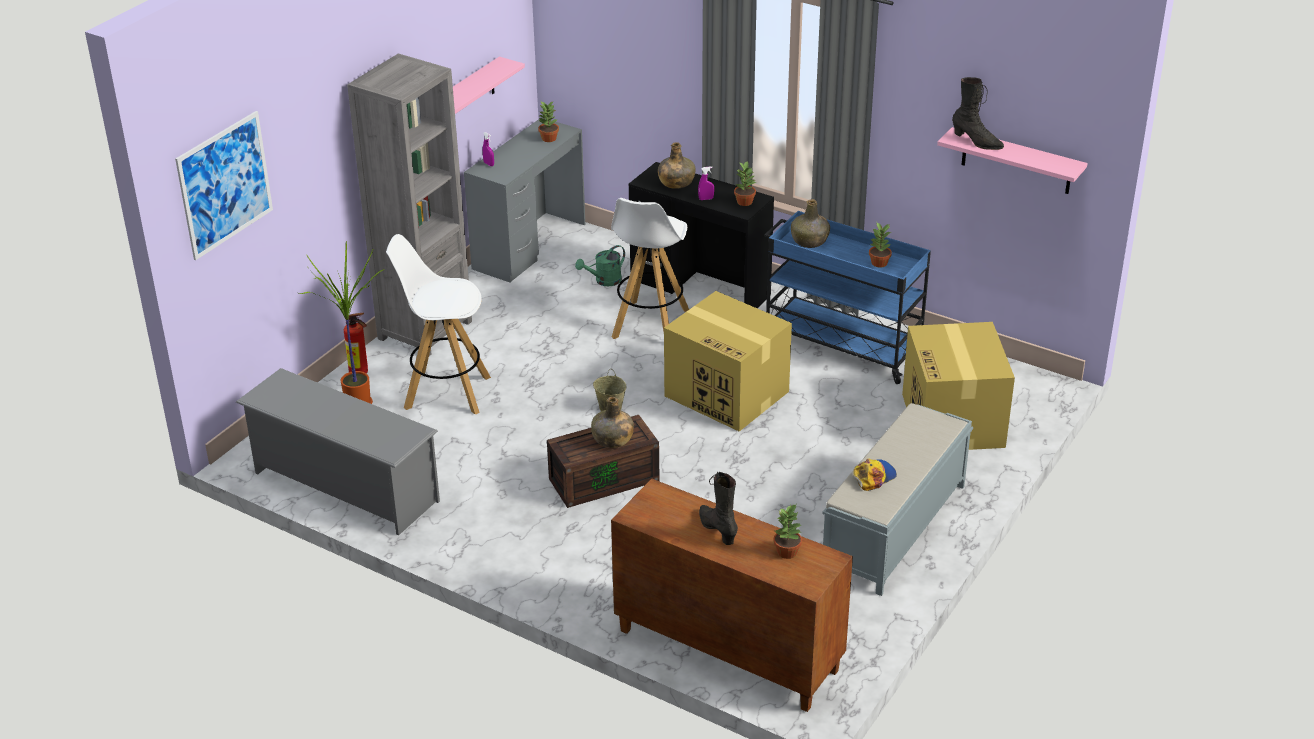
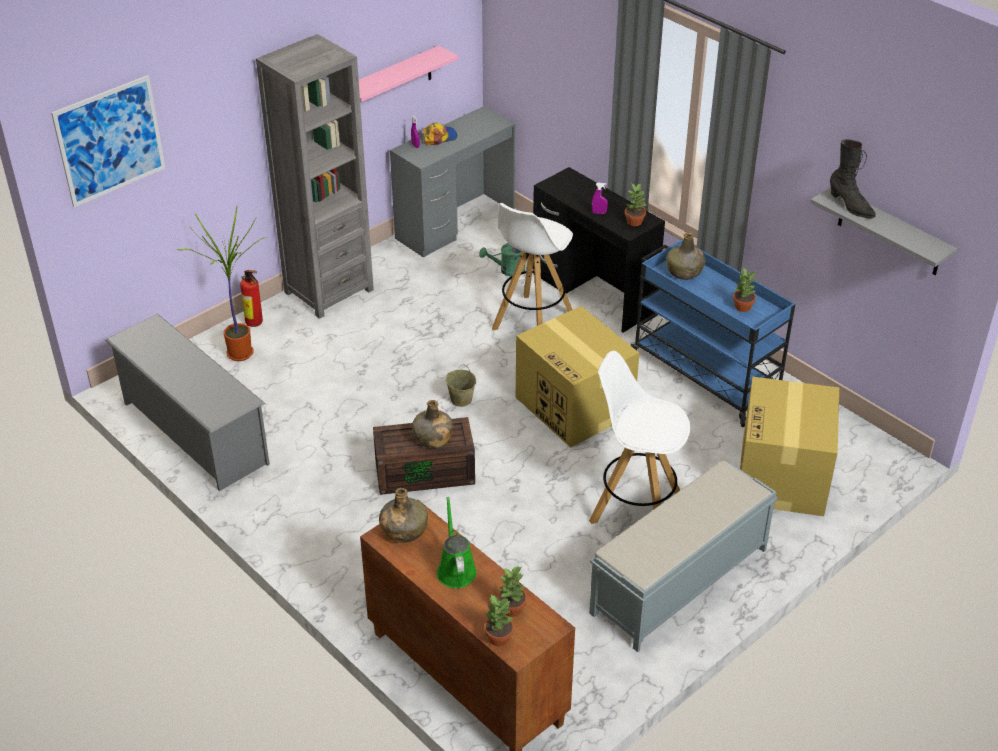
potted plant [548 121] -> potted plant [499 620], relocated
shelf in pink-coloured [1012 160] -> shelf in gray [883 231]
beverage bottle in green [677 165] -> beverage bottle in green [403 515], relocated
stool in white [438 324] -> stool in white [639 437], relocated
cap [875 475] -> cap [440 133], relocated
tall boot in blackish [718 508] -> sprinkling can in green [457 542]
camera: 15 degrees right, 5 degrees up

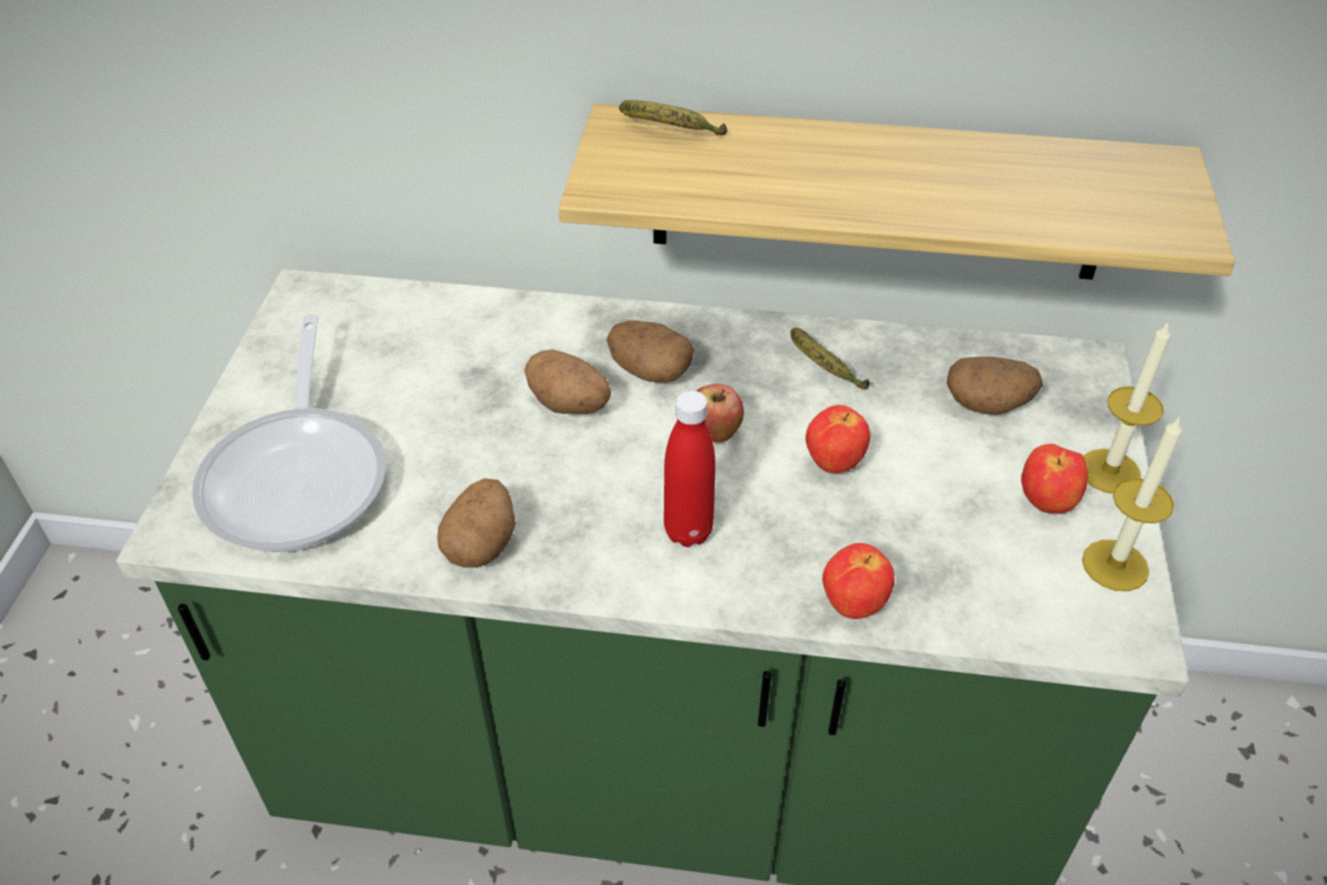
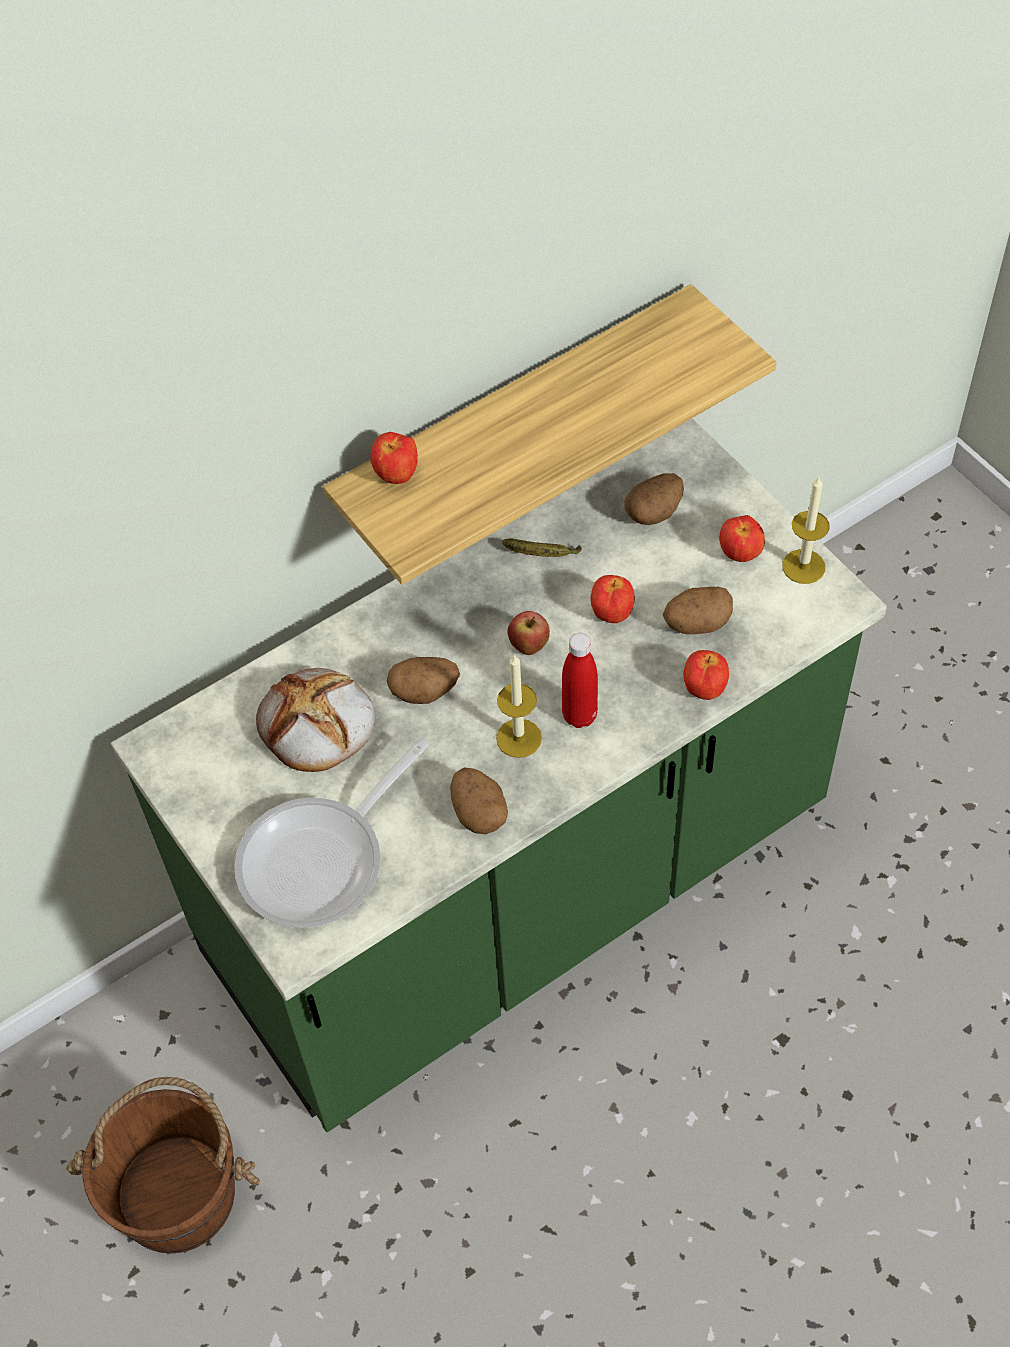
banana [673 117] -> whole apple [394 458]
skillet [289 433] -> skillet [331 833], 90 degrees clockwise
spud [650 351] -> spud [698 610], relocated
wax light [1127 407] -> wax light [519 706], relocated
none -> bread [315 720]
none -> bucket in brown [163 1165]
camera: 40 degrees left, 10 degrees up

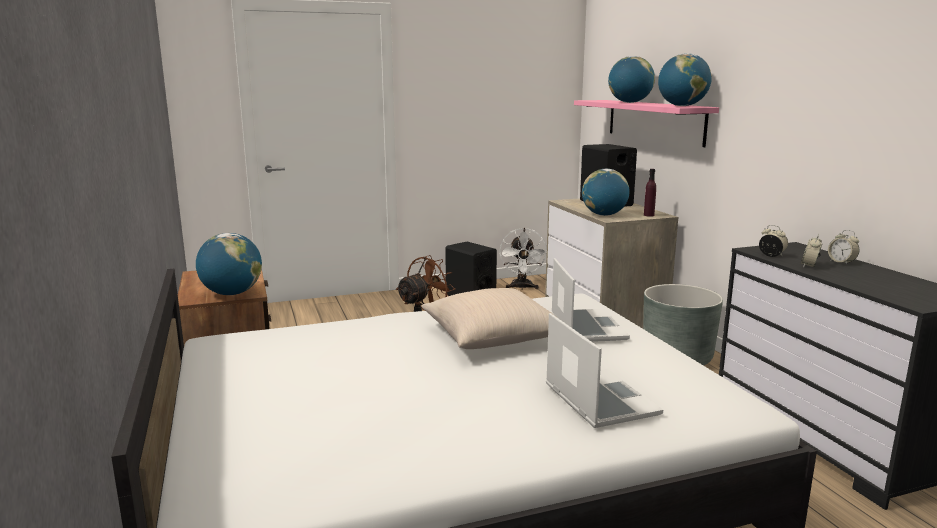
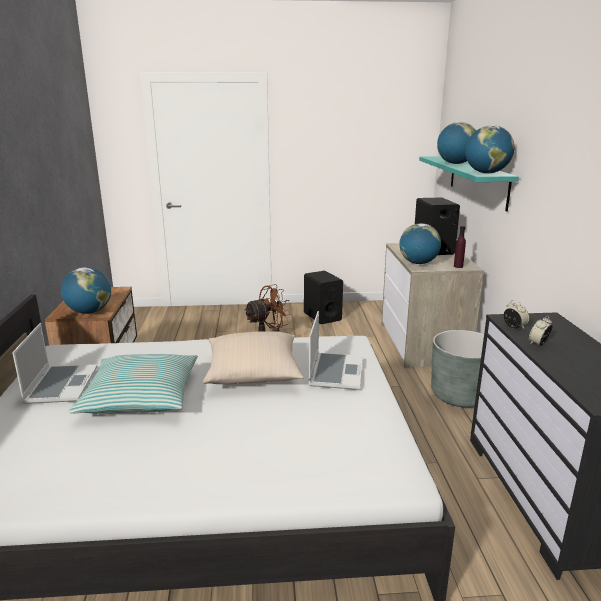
shelf in pink-coloured [646 123] -> shelf in blue-green [469 183]
cooling fan in white [523 259] -> none
table clock [843 247] -> none
notebook computer [604 370] -> notebook computer [55 363], relocated
none -> throw pillow [133 384]
camera: 15 degrees right, 5 degrees up

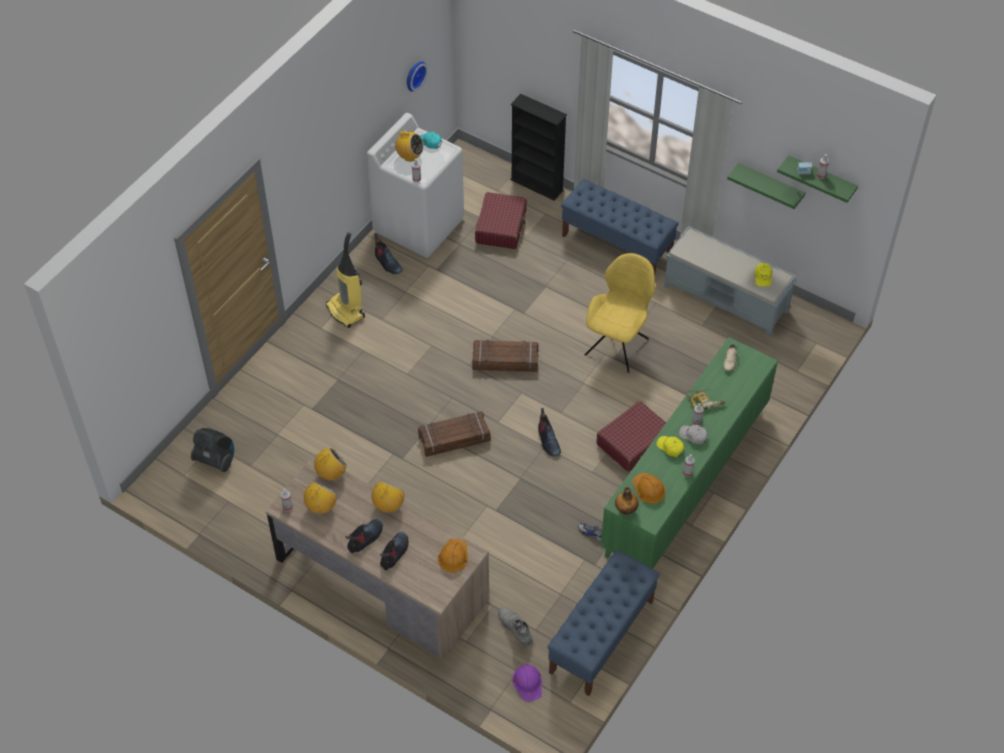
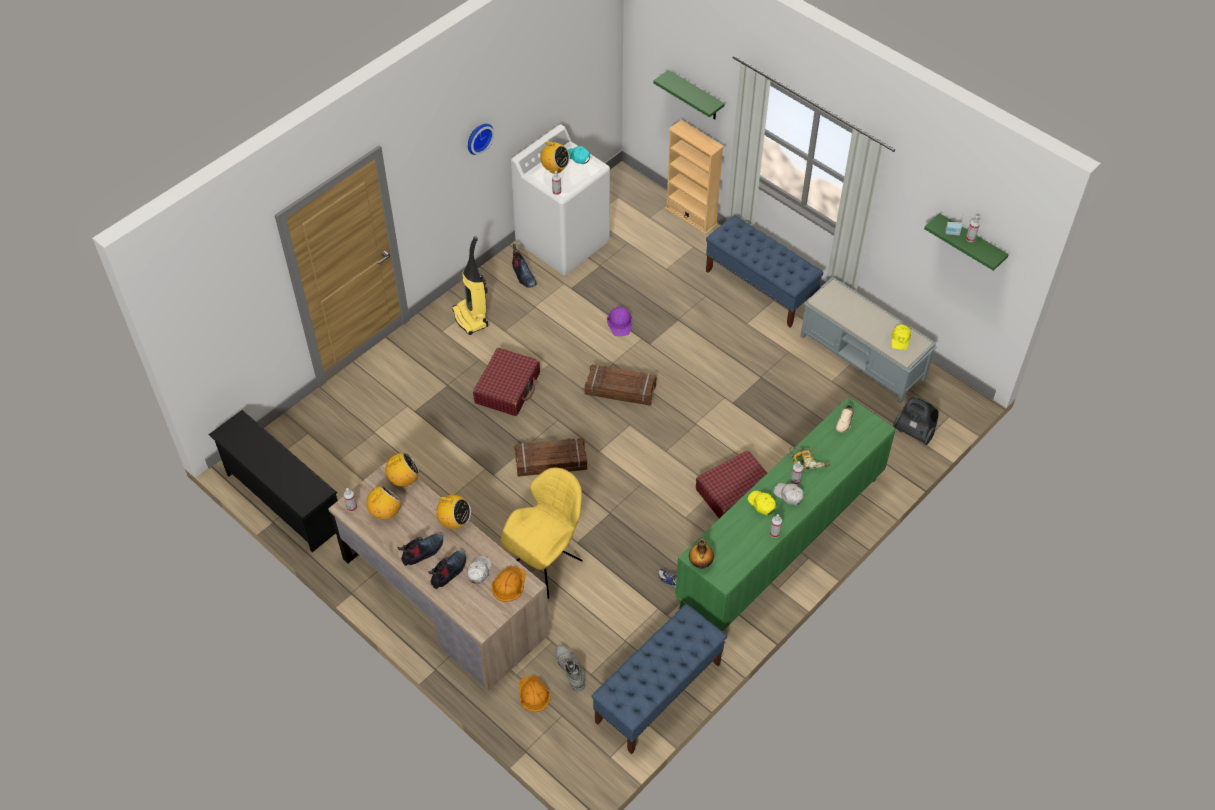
wall clock [417 76] -> wall clock [481 139], relocated
shelving unit in blackish [538 147] -> shelving unit in sand-coloured [694 177]
shelf in green [766 186] -> shelf in green [689 95], relocated
suitcase in red-coloured [501 220] -> suitcase in red-coloured [506 382], relocated
upright chair in yellowish [620 313] -> upright chair in yellowish [542 533], relocated
tall boot [549 432] -> none
hoover [212 450] -> hoover [916 421], relocated
work helmet in orange [649 488] -> work helmet in orange [535 693], relocated
radio receiver [388 497] -> radio receiver [453 512], 75 degrees clockwise
work helmet in purple [527 682] -> work helmet in purple [619 321], relocated
none -> shoe shelf in blackish [273 481]
none -> cap in white [479 570]
camera: 10 degrees right, 0 degrees up

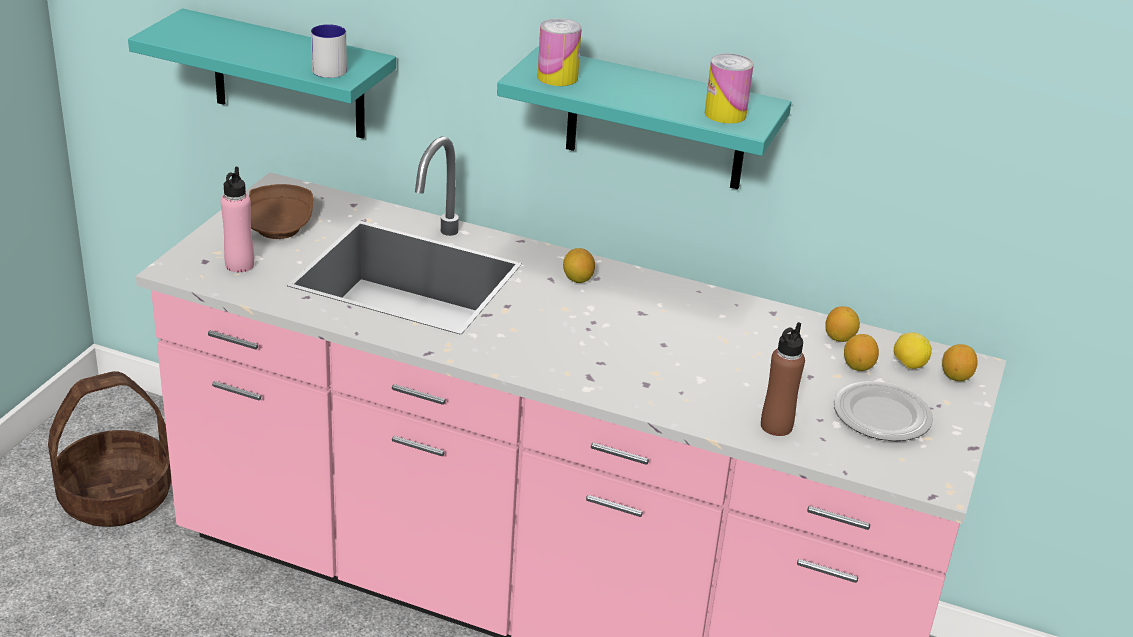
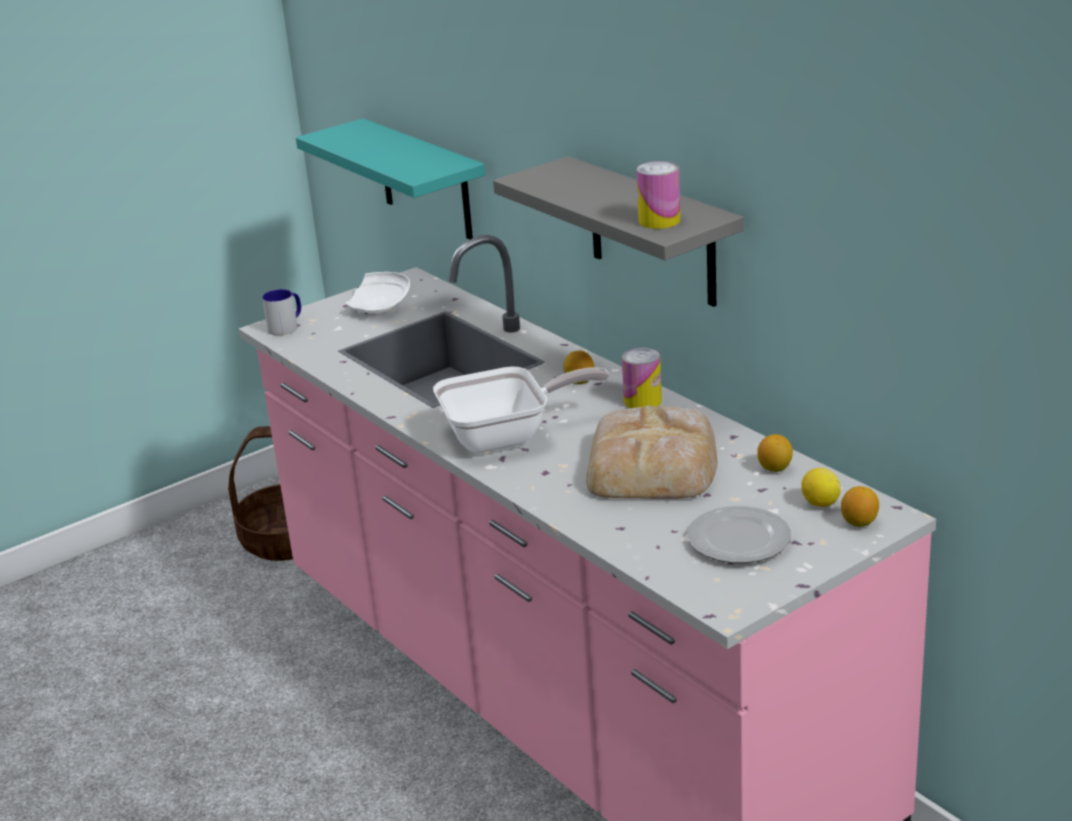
can [560 52] -> can [642 378], relocated
coffee mug [329 51] -> coffee mug [281 312], relocated
shelf in blue-green [644 118] -> shelf in gray [618 231]
beverage bottle in pink-coloured [237 219] -> none
plate in brown [281 211] -> plate in white [377 294]
beverage bottle in brown [783 379] -> none
whole lemon [861 352] -> none
none -> skillet [521 409]
none -> bread [651 452]
camera: 35 degrees right, 5 degrees down

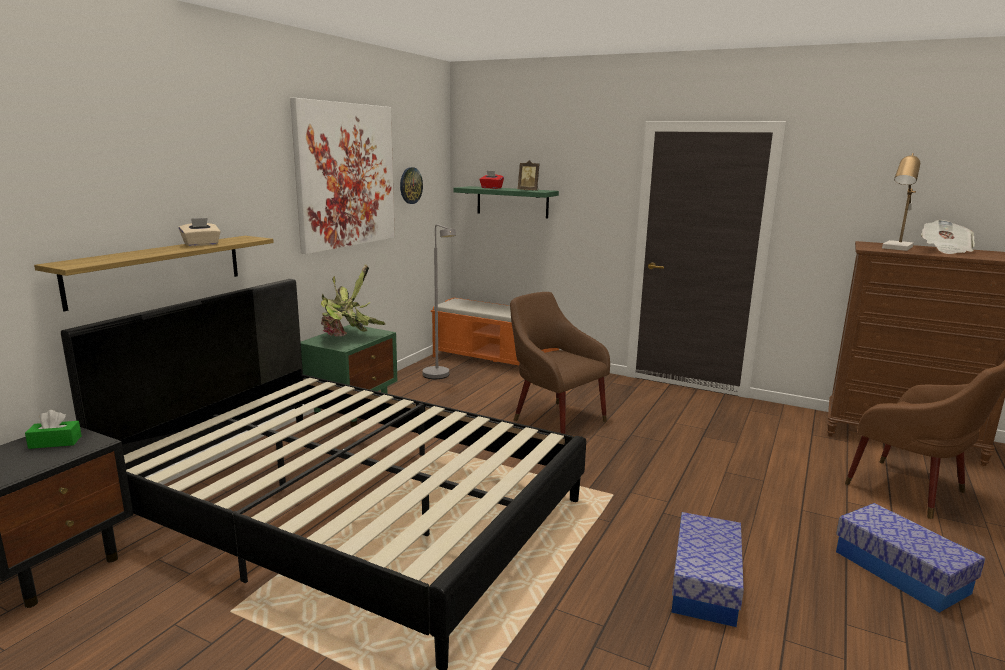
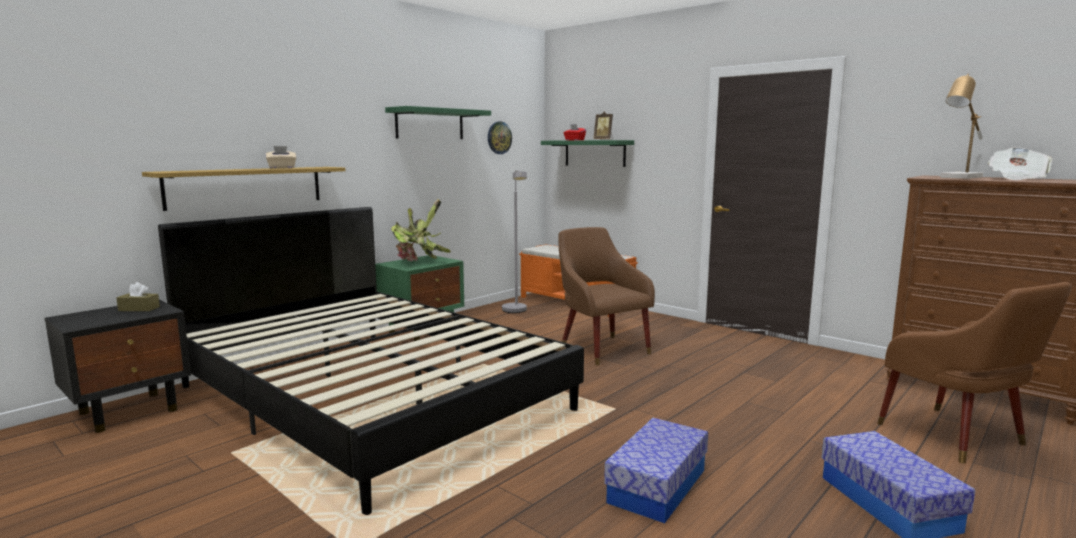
wall picture [342 176] -> shelf in green [438 122]
tissue box in green [53 429] -> tissue box in brown [138 296]
camera: 15 degrees right, 5 degrees down

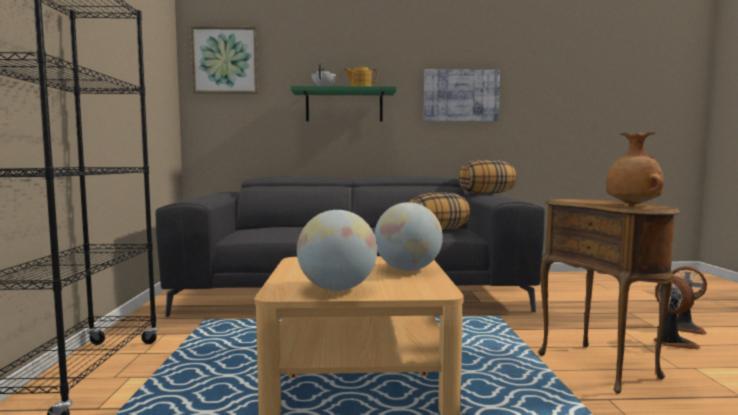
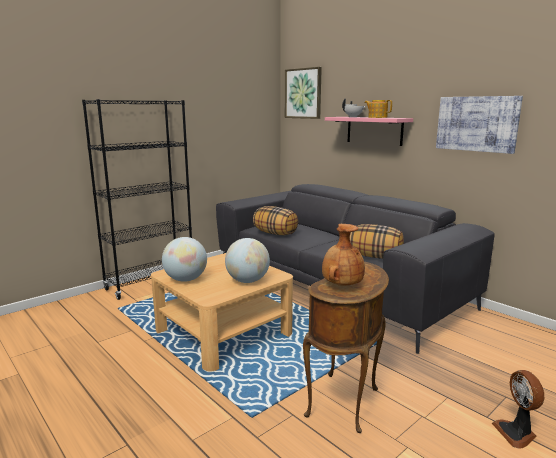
shelf in green [343 104] -> shelf in pink-coloured [369 131]
throw pillow [488 177] -> throw pillow [275 221], relocated
cooling fan [677 312] -> none
camera: 50 degrees right, 10 degrees up

